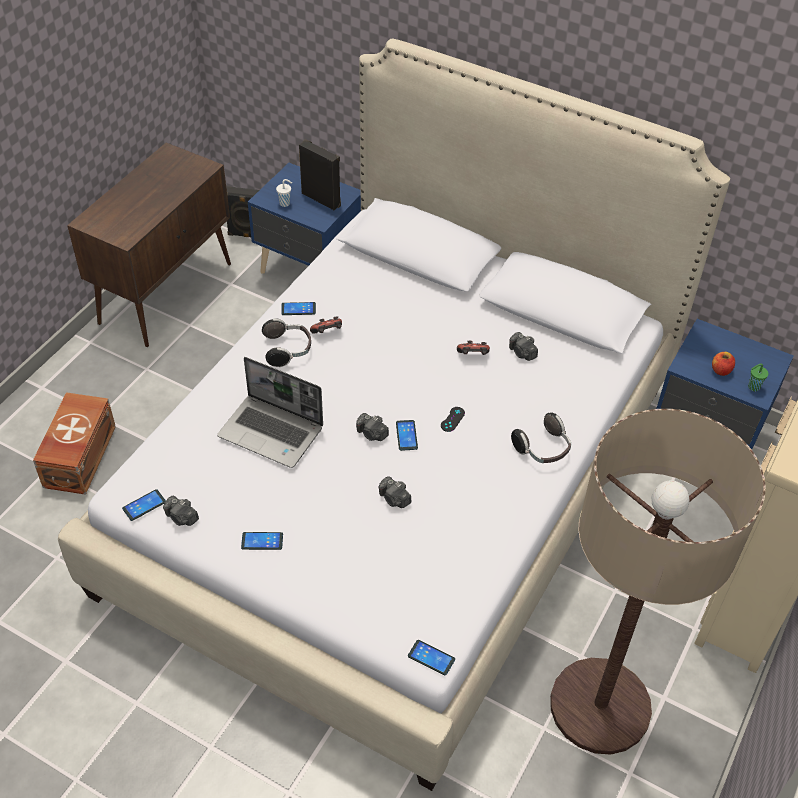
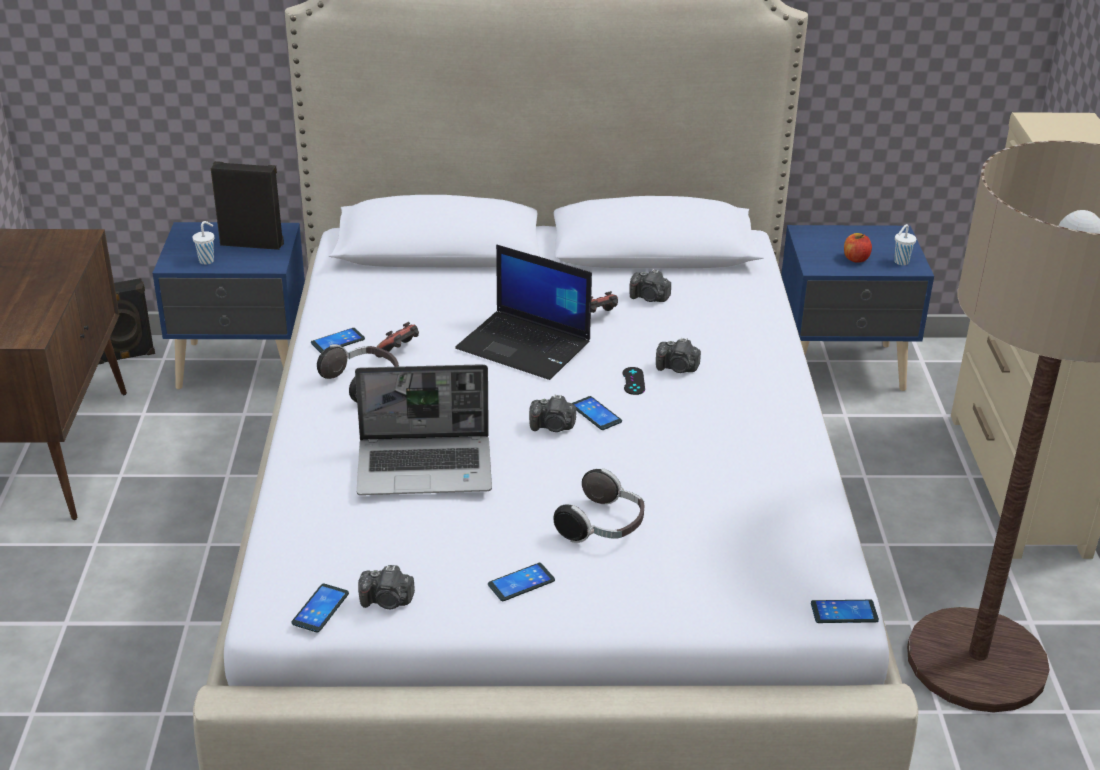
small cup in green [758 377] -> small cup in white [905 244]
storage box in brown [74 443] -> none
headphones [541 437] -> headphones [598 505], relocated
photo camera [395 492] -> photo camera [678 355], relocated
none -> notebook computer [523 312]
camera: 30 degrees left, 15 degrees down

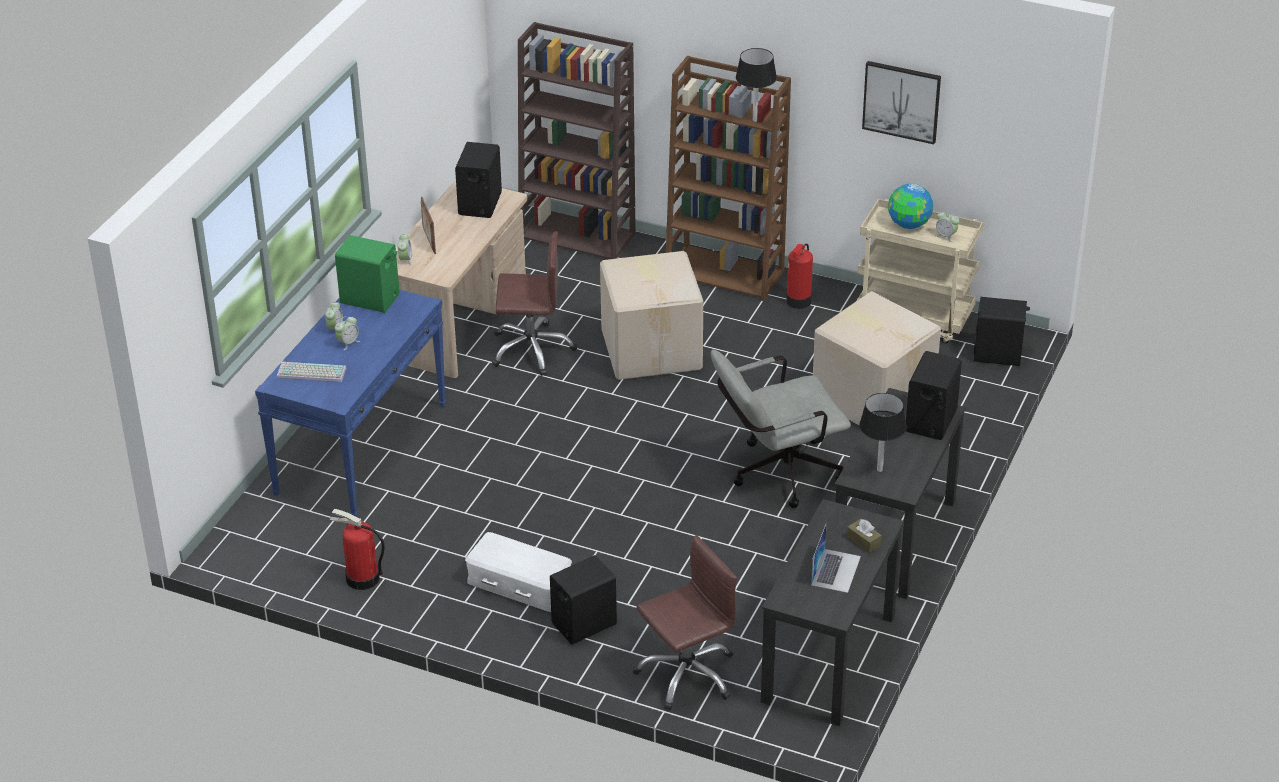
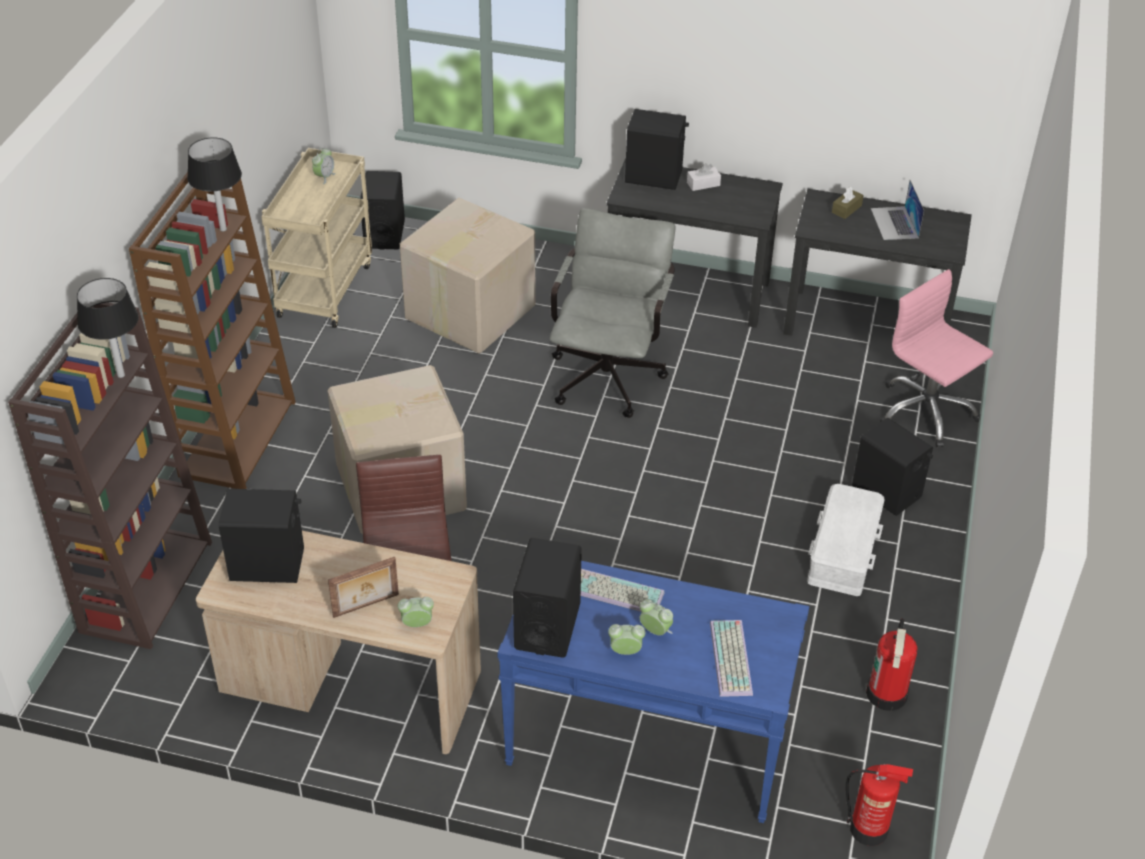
wall picture [901 102] -> none
desk globe [910 206] -> none
speaker in green [367 274] -> speaker in blackish [547 598]
fire-fighting cylinder [799 276] -> fire-fighting cylinder [879 804], relocated
office chair in gray [781 429] -> office chair in gray [612 313], 135 degrees counterclockwise
lamp for a table in blackish [883 432] -> lamp for a table in blackish [108 328], relocated
notebook computer [836 559] -> notebook computer [897 210], 105 degrees counterclockwise
office chair in brown [685 622] -> office chair in pink-coloured [936 358]
none -> tissue box in white [704 177]
none -> PC keyboard [623 590]
camera: 100 degrees left, 5 degrees up

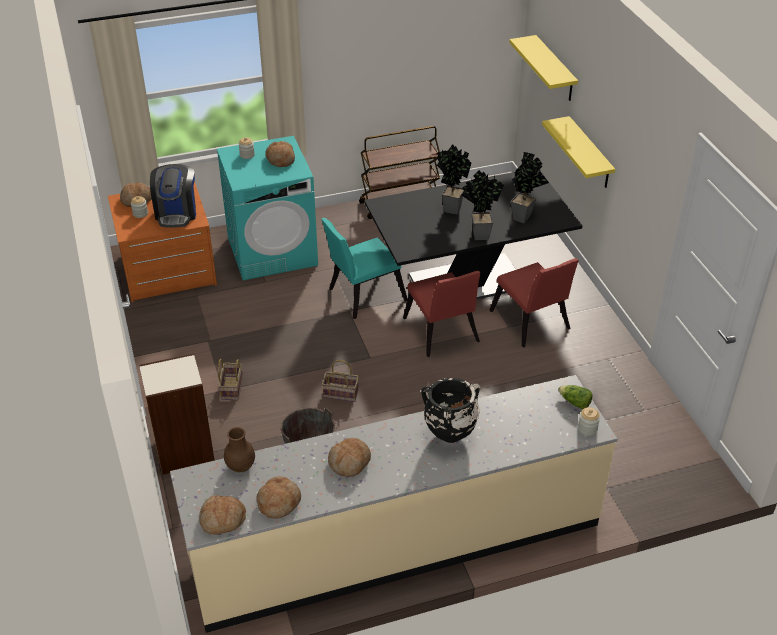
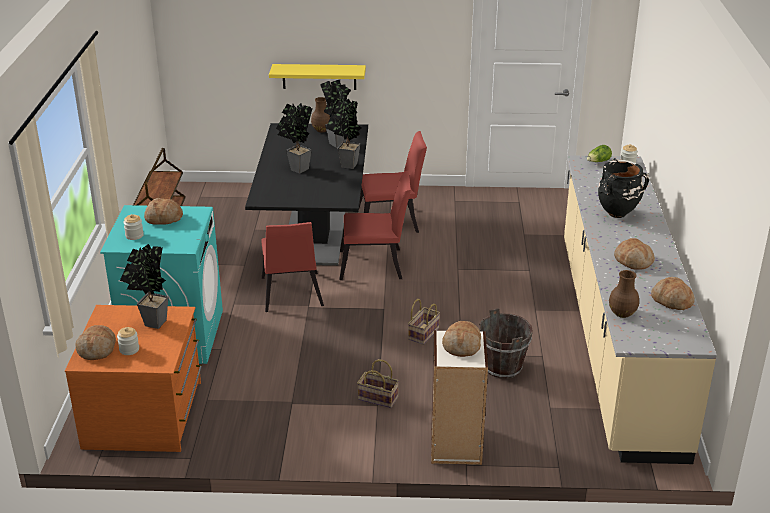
shelf in yellowish [543 68] -> none
coffee brewer [173 195] -> potted plant [144 286]
upright chair in blue-green [364 268] -> upright chair in red-coloured [293 267]
bread [222 515] -> bread [461 339], relocated
none -> vase in brown [320 114]
camera: 70 degrees left, 10 degrees down

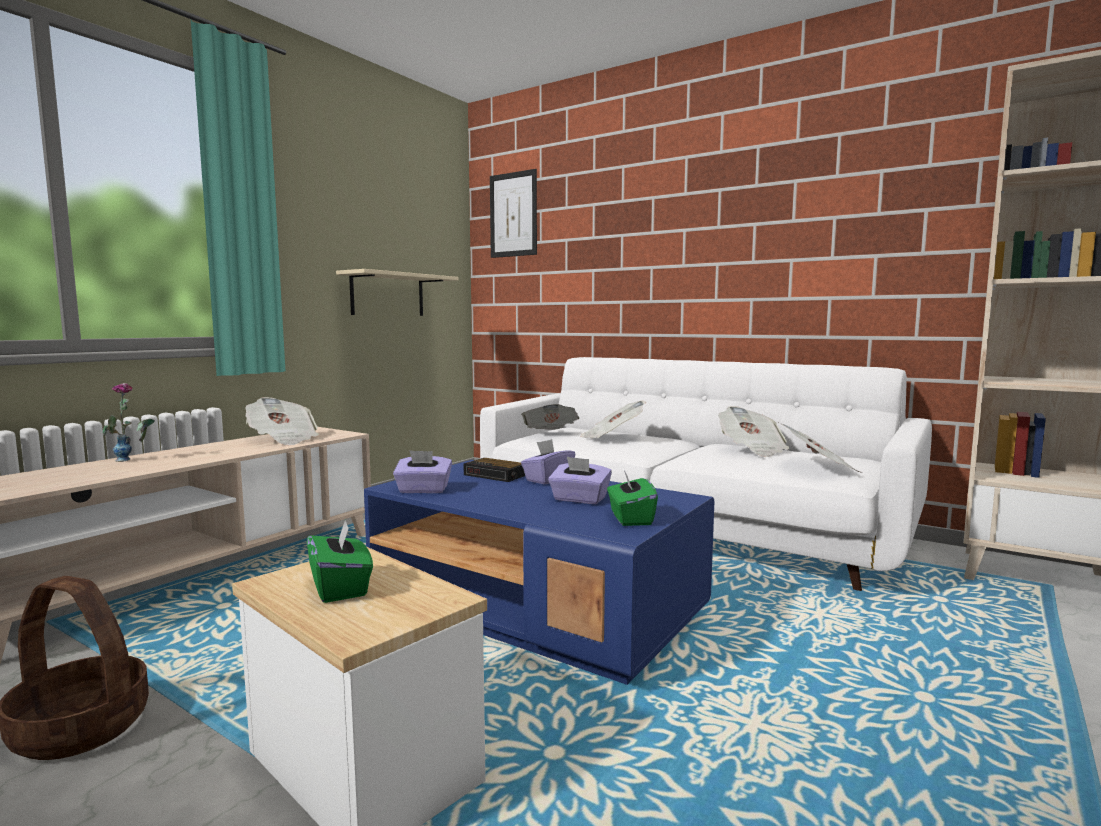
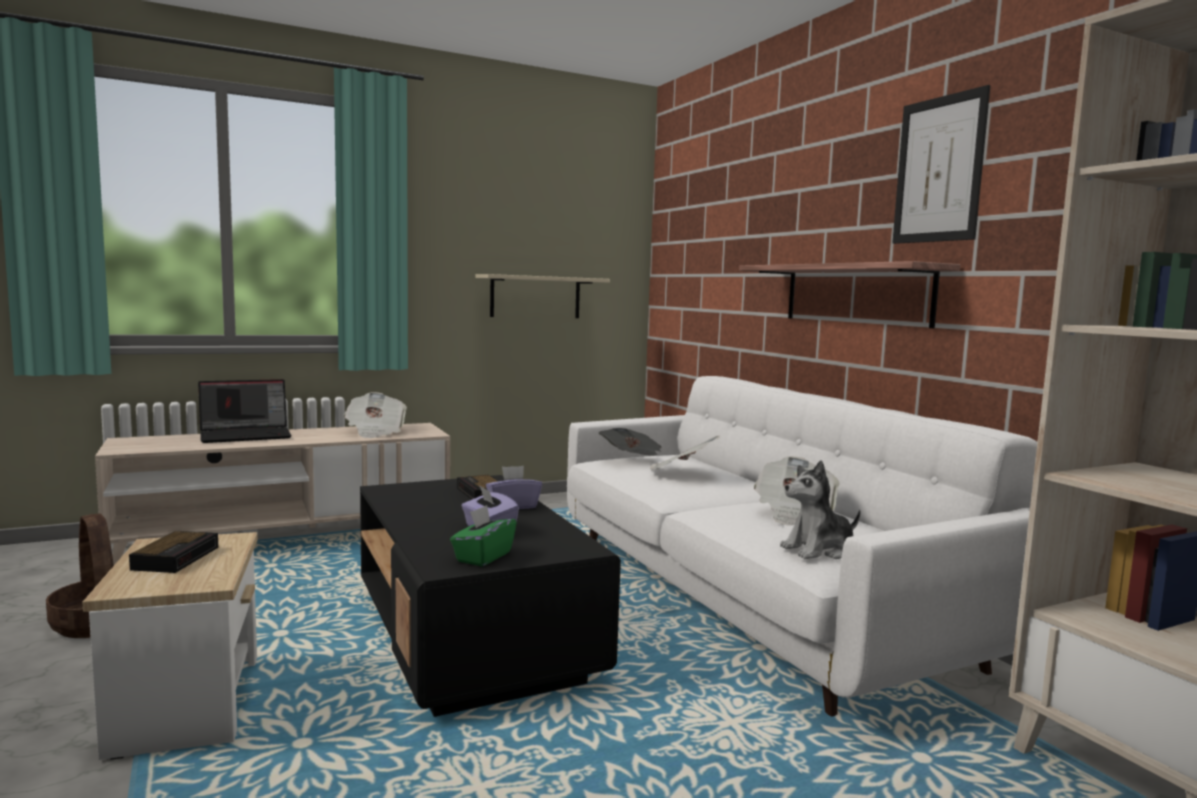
wall picture [513 213] -> wall picture [941 164], relocated
vase [128 422] -> notebook computer [244 411]
newspaper [821 448] -> plush toy [820 509]
tissue box in purple [422 471] -> none
lounge table in blue-coloured [539 572] -> lounge table in blackish [490 596]
tissue box in green [340 561] -> table clock [174 552]
none -> shelf [850 294]
camera: 30 degrees right, 0 degrees up

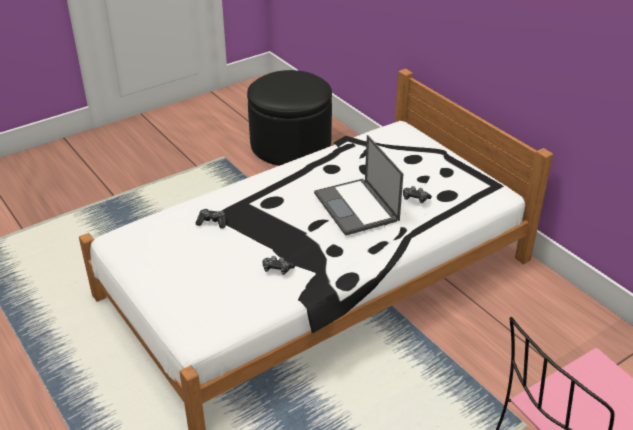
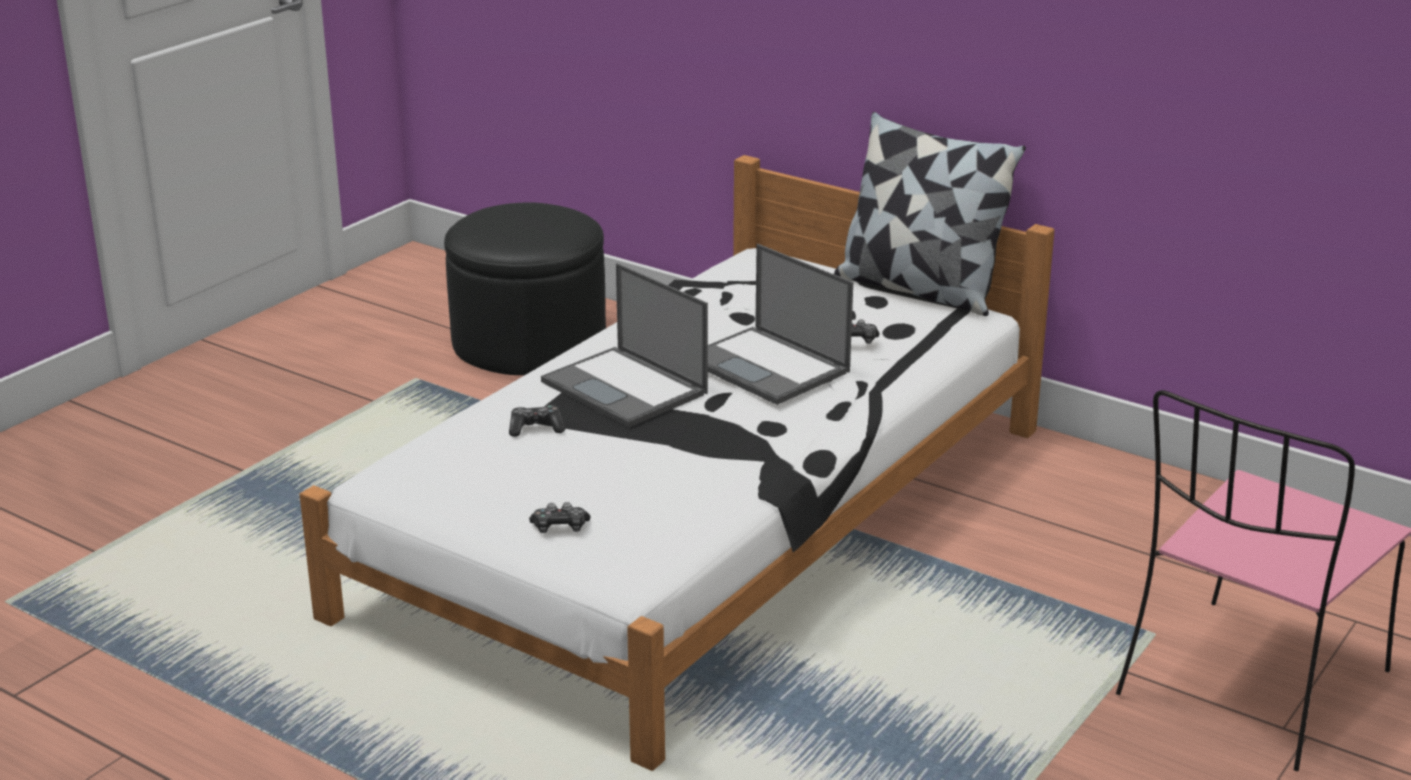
gamepad [279 265] -> gamepad [559 517], relocated
none -> throw pillow [930 214]
none -> notebook computer [624 345]
camera: 20 degrees left, 10 degrees down

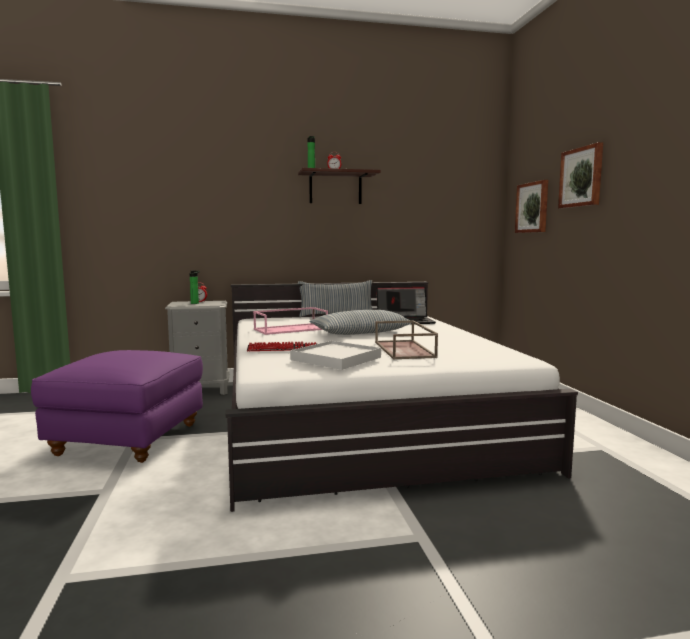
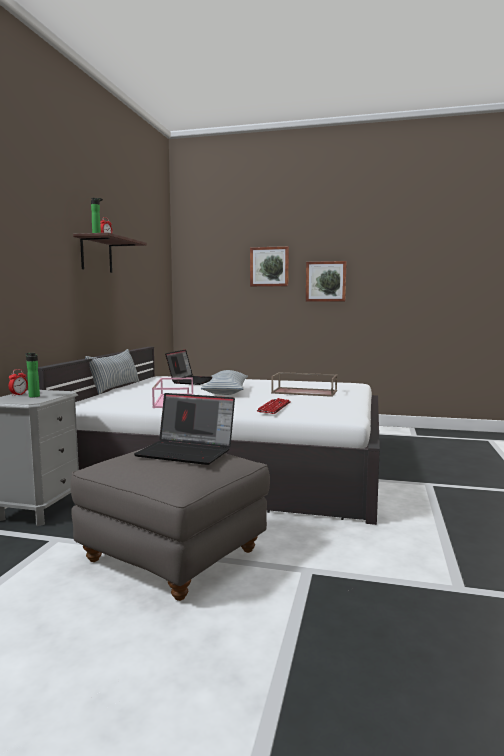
wall picture [531 206] -> wall picture [326 281], relocated
tray in white [335 355] -> none
ottoman in purple [117 406] -> ottoman in gray [170 525]
none -> notebook computer [184 429]
camera: 65 degrees left, 0 degrees up

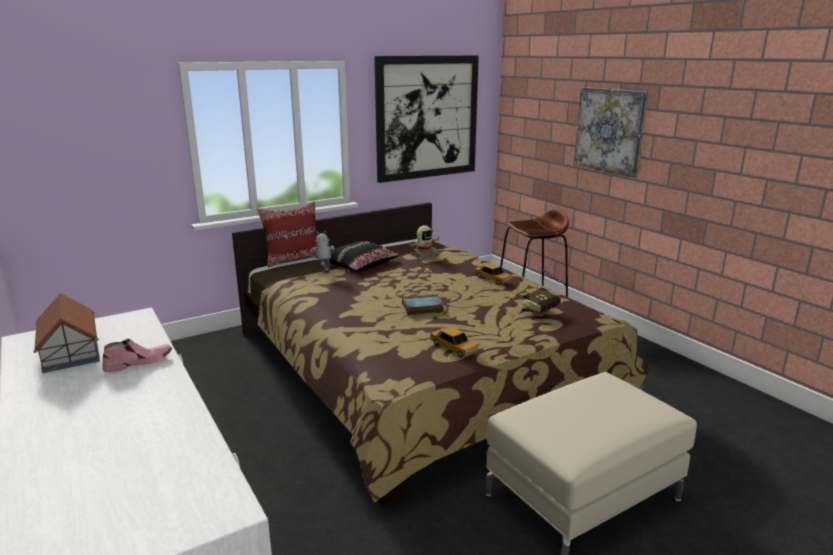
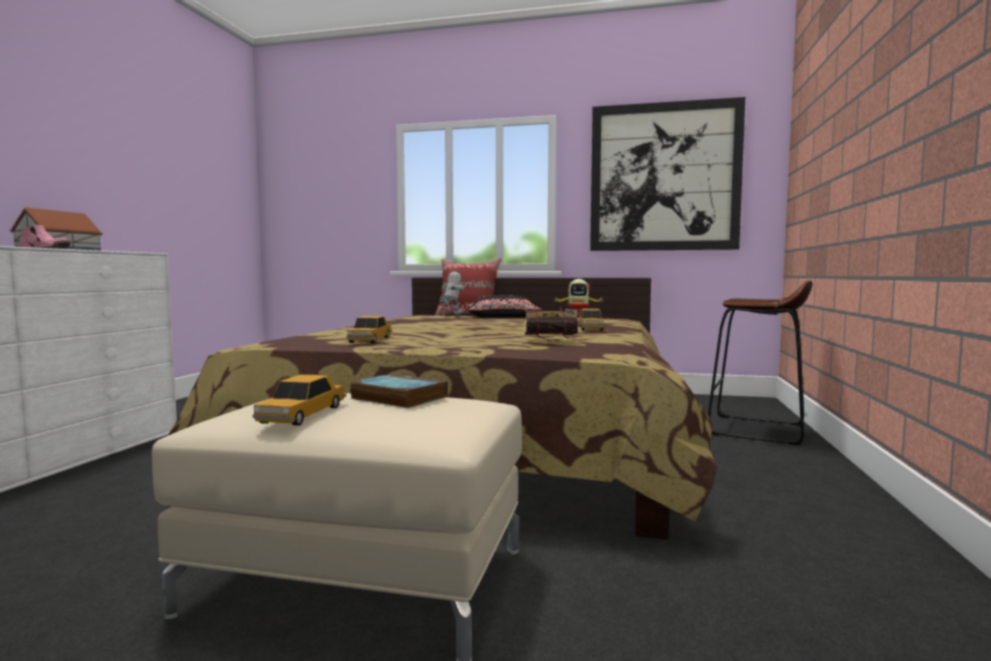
wall picture [611 132] -> none
bound book [423 304] -> bound book [399 391], relocated
none -> miniature car [299 400]
camera: 45 degrees right, 15 degrees down

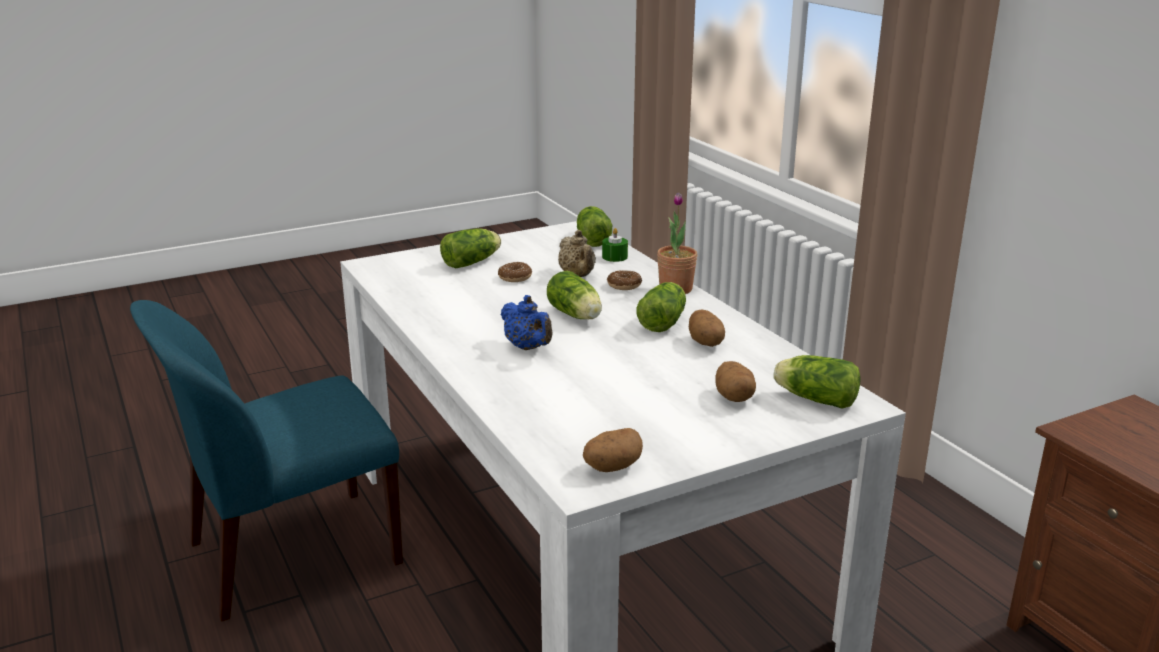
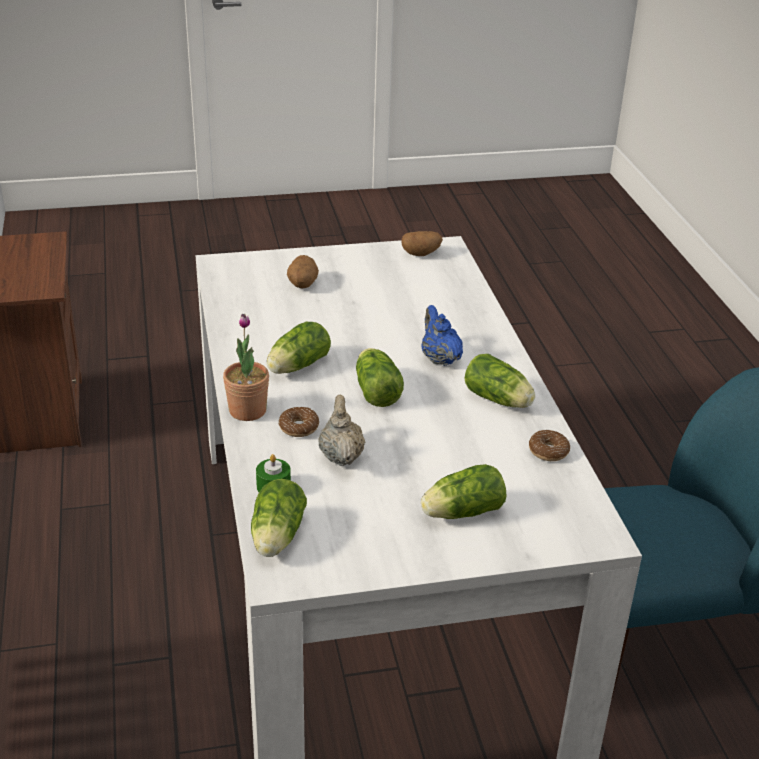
ring doughnut [515 272] -> ring doughnut [549 445], relocated
spud [707 328] -> none
lettuce [817 382] -> lettuce [499 381], relocated
camera: 165 degrees left, 10 degrees up

